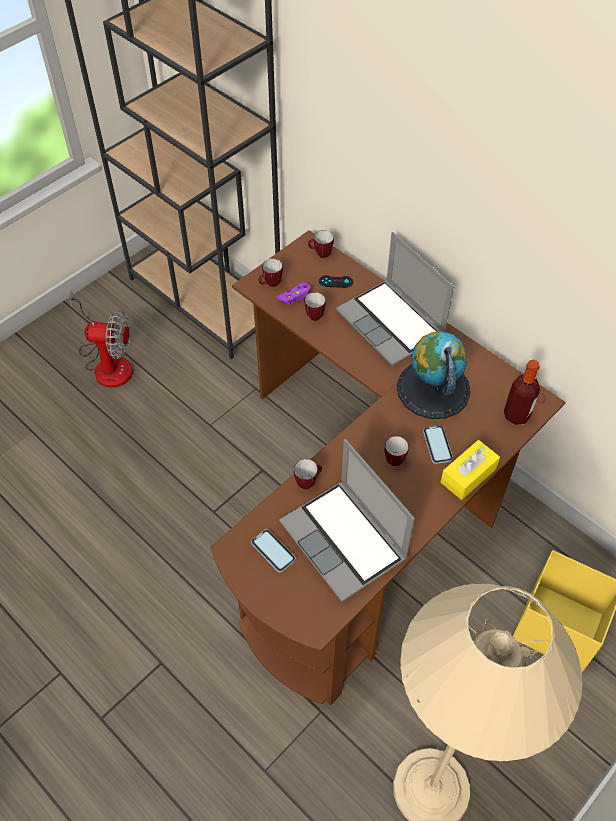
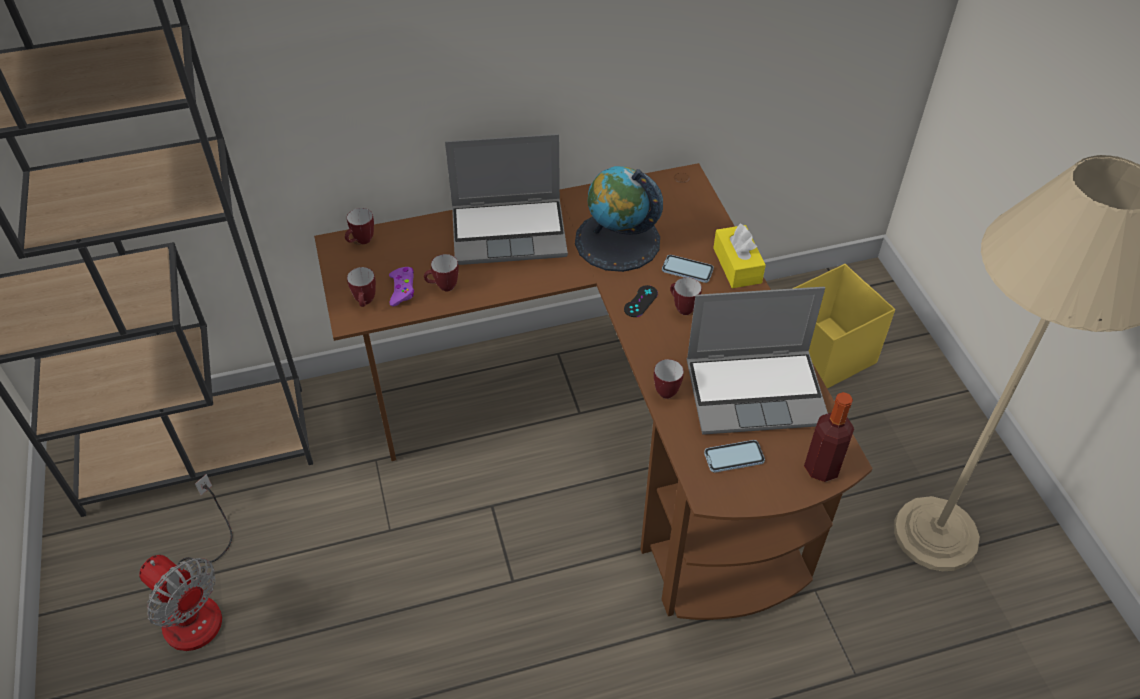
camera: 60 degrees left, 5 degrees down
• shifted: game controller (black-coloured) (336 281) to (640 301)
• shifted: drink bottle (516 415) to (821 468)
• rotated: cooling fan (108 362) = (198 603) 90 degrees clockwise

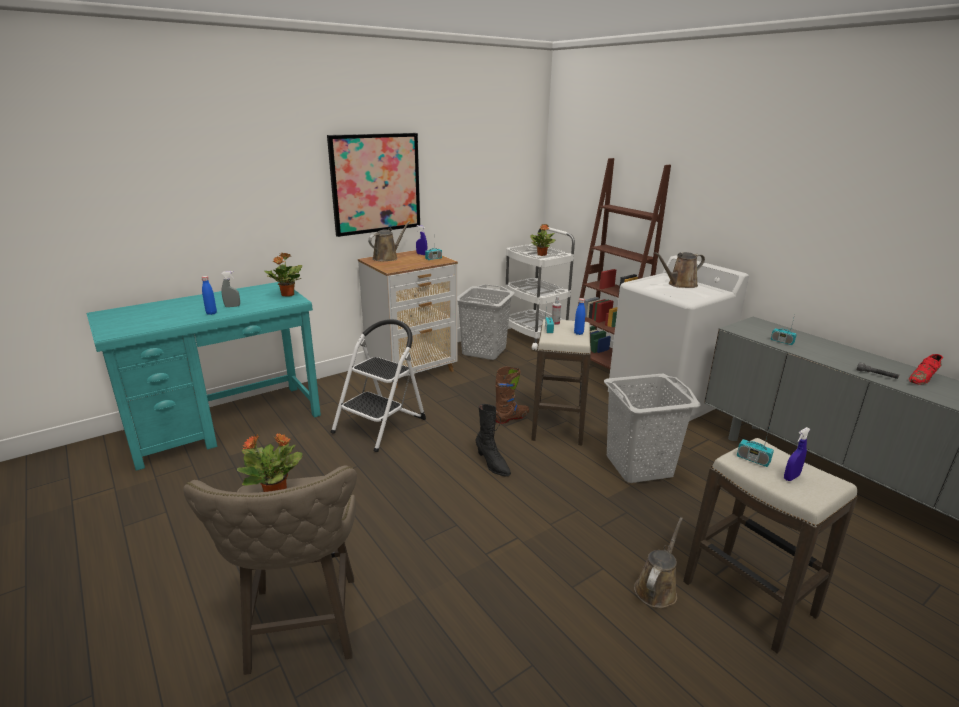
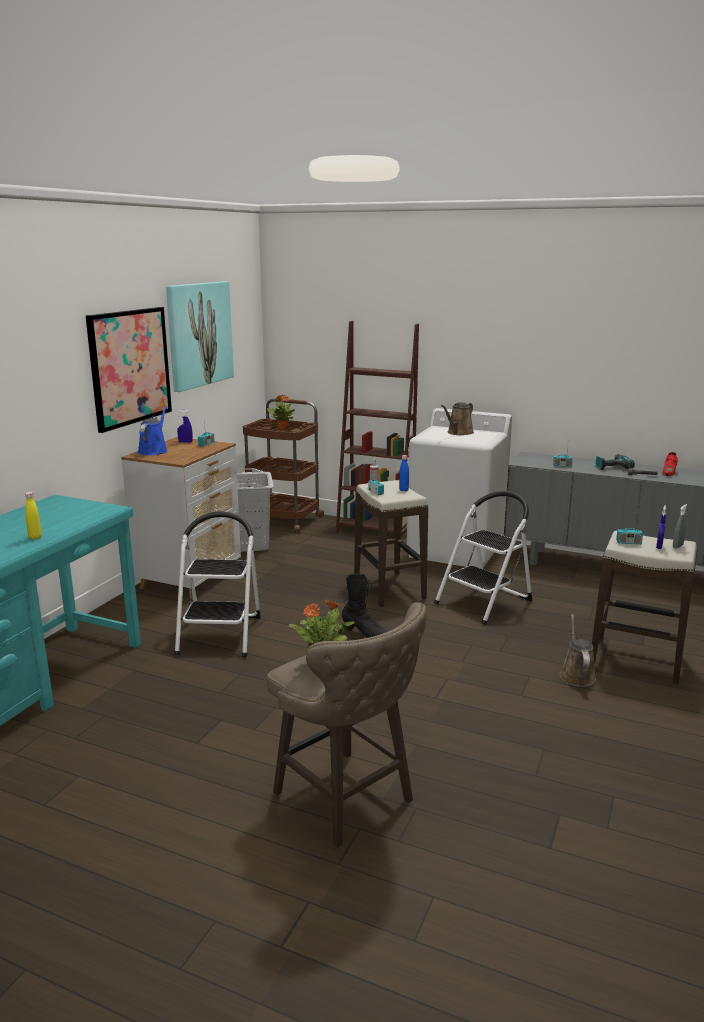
camera: 30 degrees left, 5 degrees down
• gone: potted plant (287 295)
• gone: high-top boot (brown-coloured) (511 418)
• new: picture (199 334)
• new: drill (611 467)
• shifted: spray bottle (grey) (232 306) to (677 546)
• swapped: laundry basket (grey) (639 466) to step ladder (486 601)
• repainted: drink bottle (blue-coloured) (211 313) to drink bottle (yellow-coloured) (35 537)
• repainted: watering pot (brown-coloured) (387 258) to watering pot (blue-coloured) (154 451)
• repainted: cart (white) (534 336) to cart (brown-coloured) (283 520)

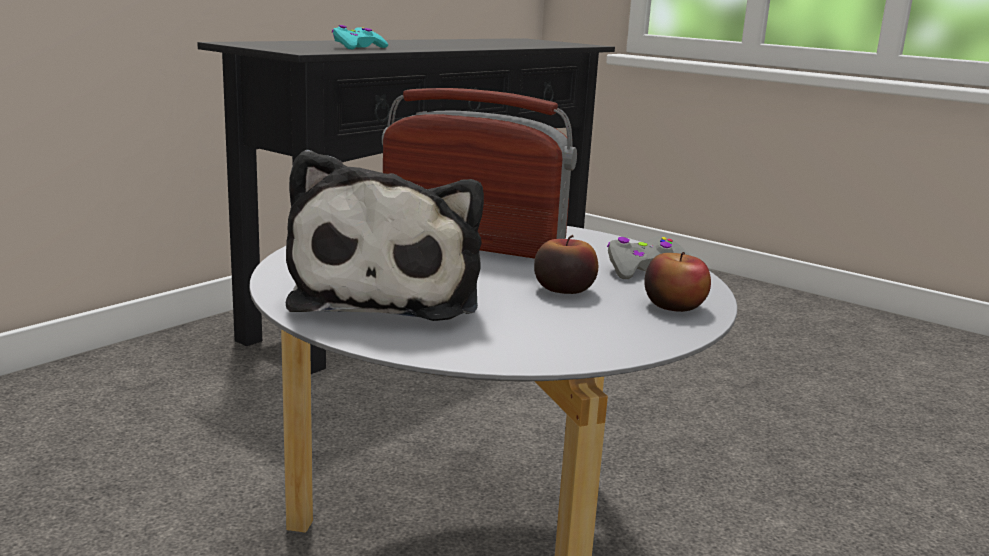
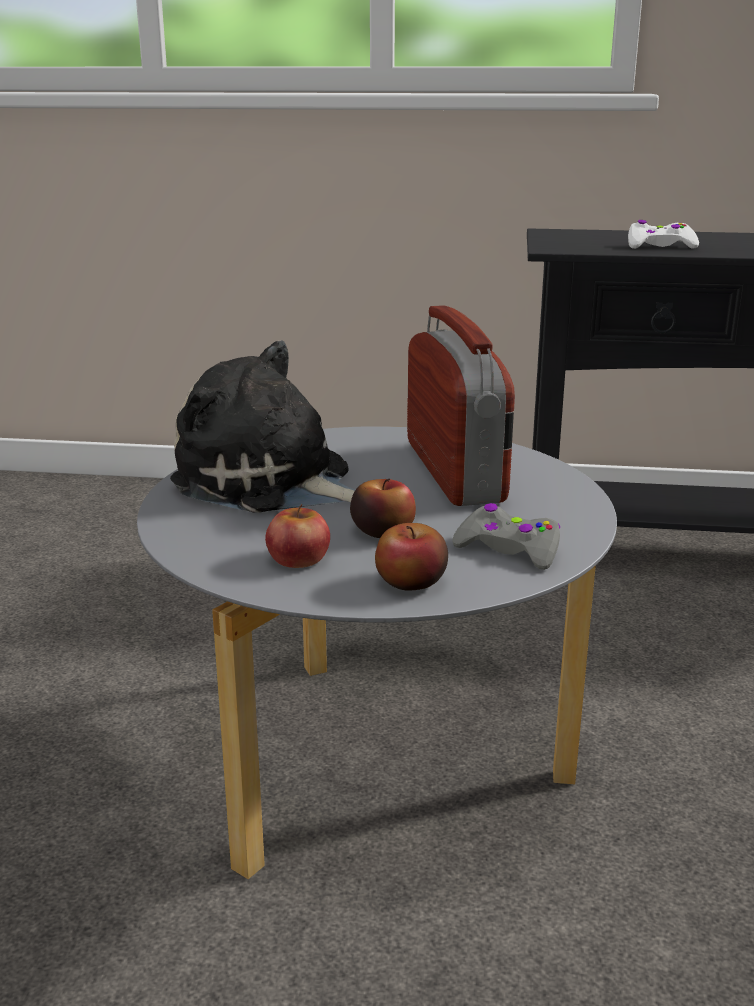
camera: 60 degrees right, 5 degrees up
• new: apple (298 558)
• repainted: game controller (turquoise-coloured) (358 47) to game controller (white) (659 246)
• rotated: plush toy (389 294) = (270 483) 60 degrees clockwise

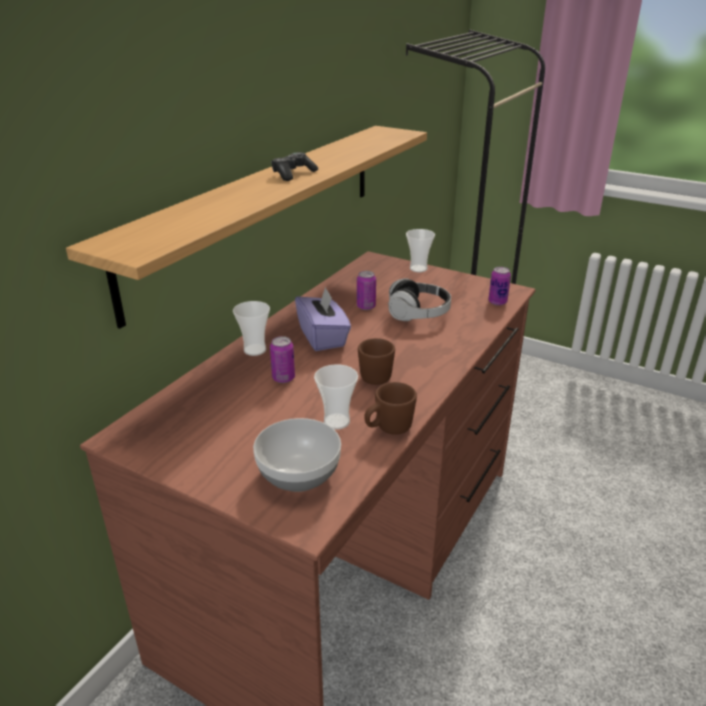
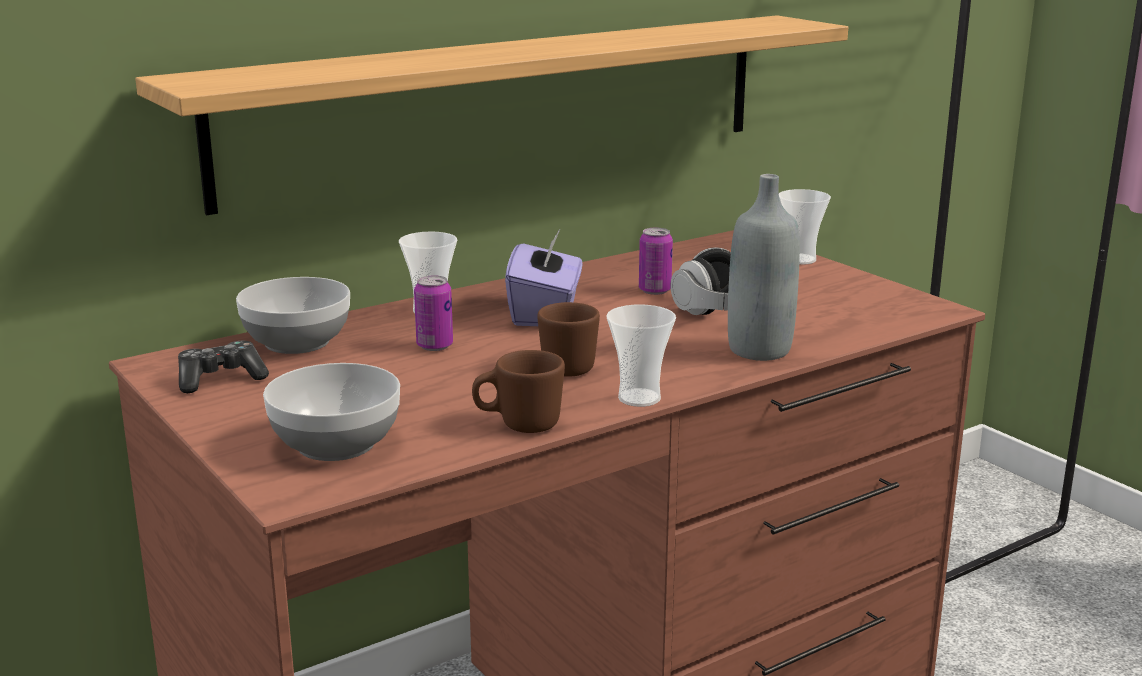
camera: 25 degrees right, 10 degrees down
• gone: can (497 302)
• new: serving bowl (295 342)
• new: drink bottle (grey) (759 350)
• shifted: game controller (293 174) to (220 379)
• shifted: cup (336 421) to (639 398)

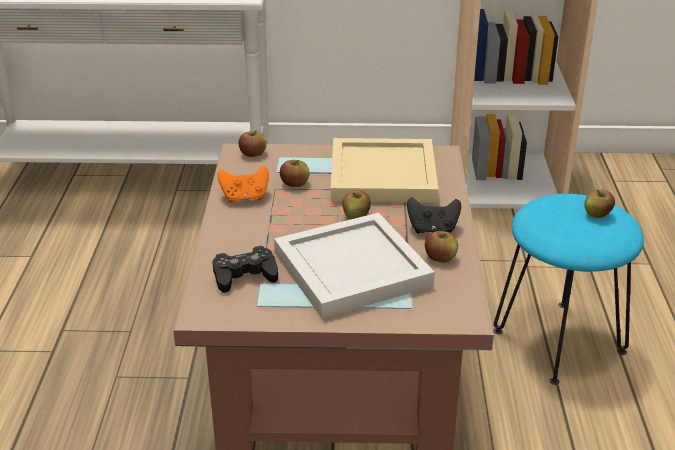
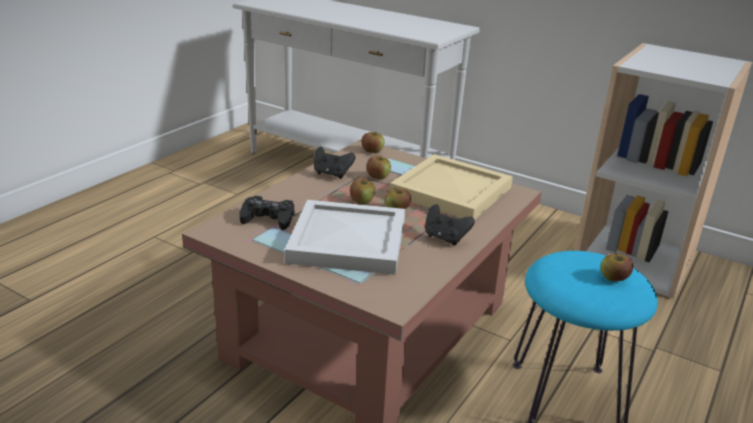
camera: 30 degrees right, 5 degrees down
• shifted: apple (440 257) to (362 201)
• repainted: game controller (orange-coloured) (245 197) to game controller (black-coloured) (332 174)

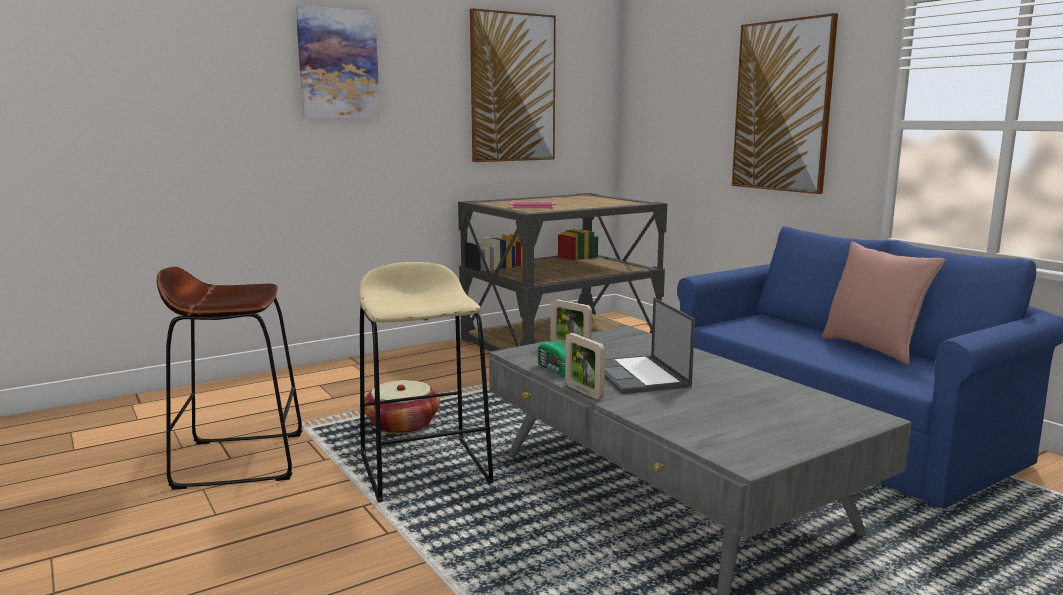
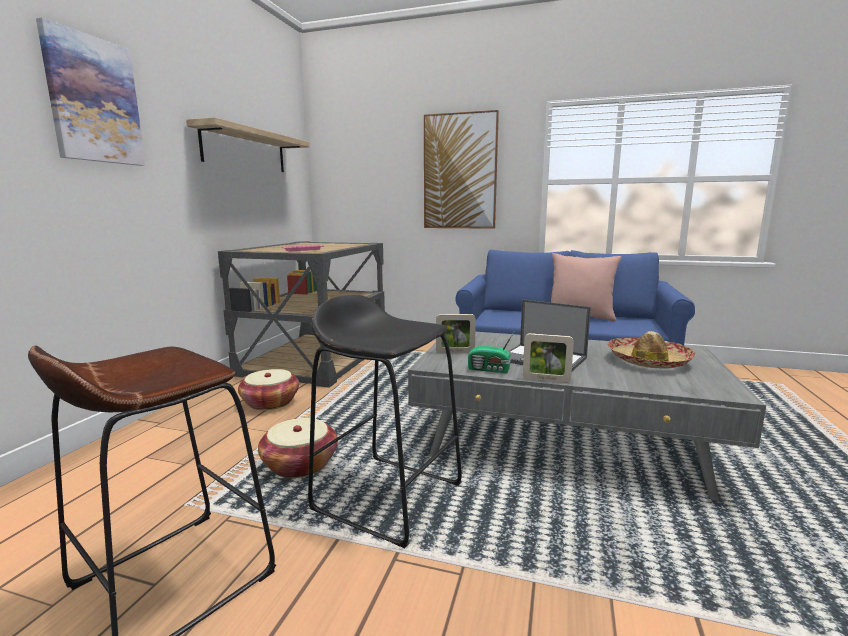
camera: 40 degrees left, 0 degrees up
• new: storage basket (270 403)
• new: hat (648 361)
• swapped: picture (512 88) to wall shelf (245 150)
• repainted: stool seat (beige) (425 469) to stool seat (black-coloured) (388 496)

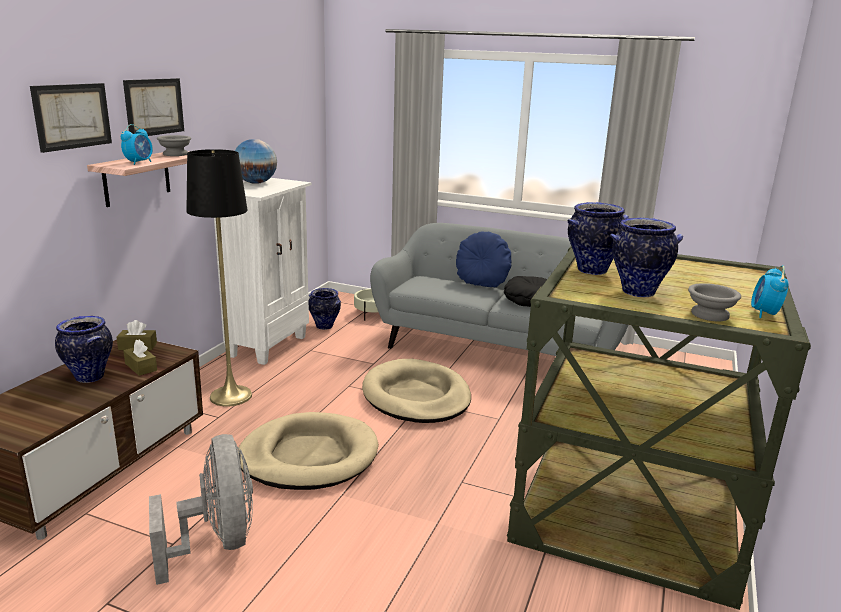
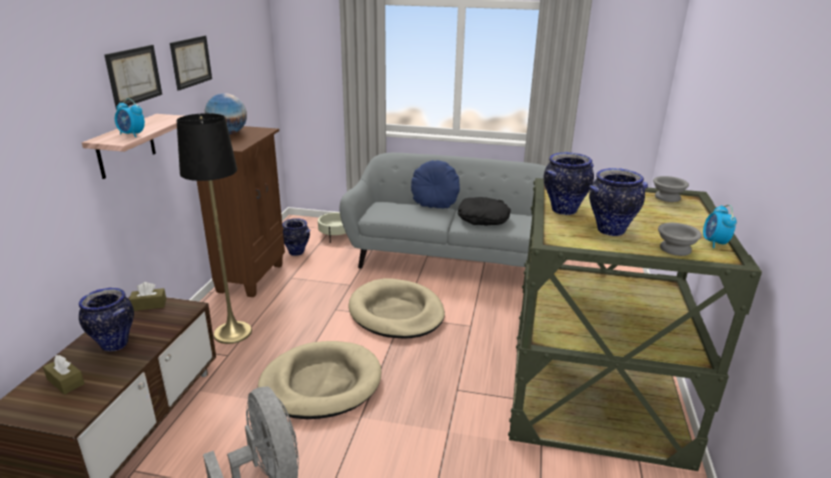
camera: 10 degrees left, 5 degrees up
• shifted: picture (72 116) to (191 62)
• shifted: tissue holder (brown-coloured) (141 367) to (65 381)
• shifted: serving bowl (grey) (175 154) to (668 198)
• repainted: cupboard (white) (269 347) to cupboard (brown-coloured) (252 278)
• rotated: alarm clock (139 162) = (132 135) 105 degrees clockwise

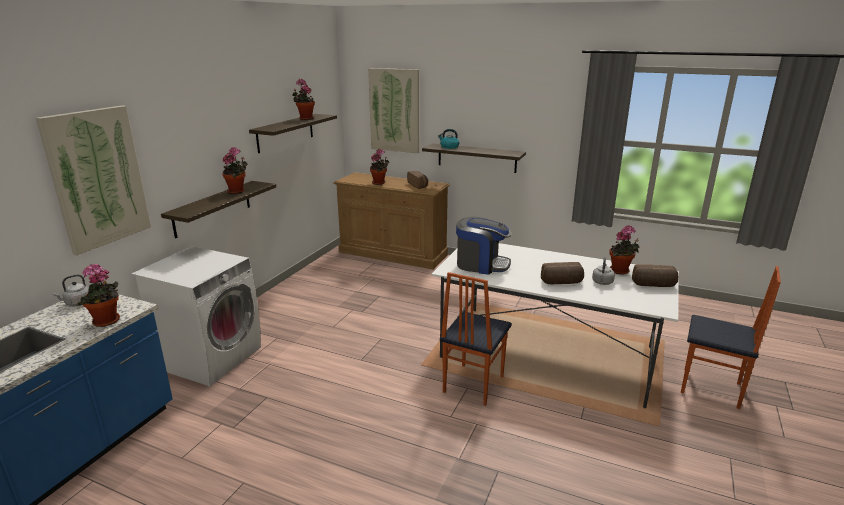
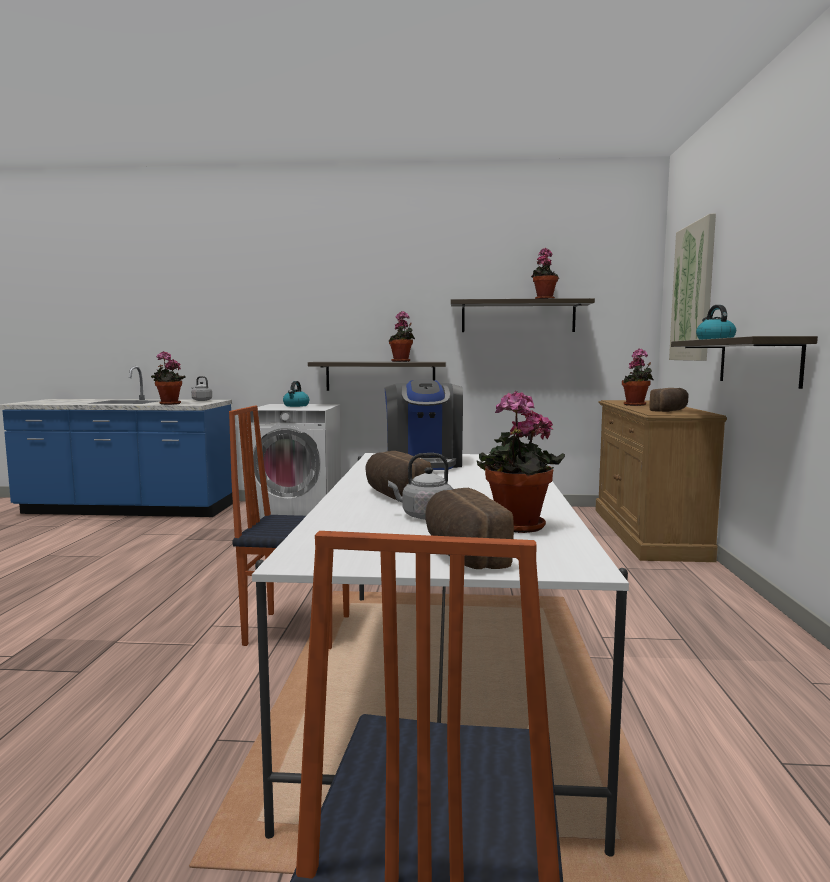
camera: 70 degrees right, 15 degrees down
• gone: picture (98 178)
• new: water kettle (296 406)

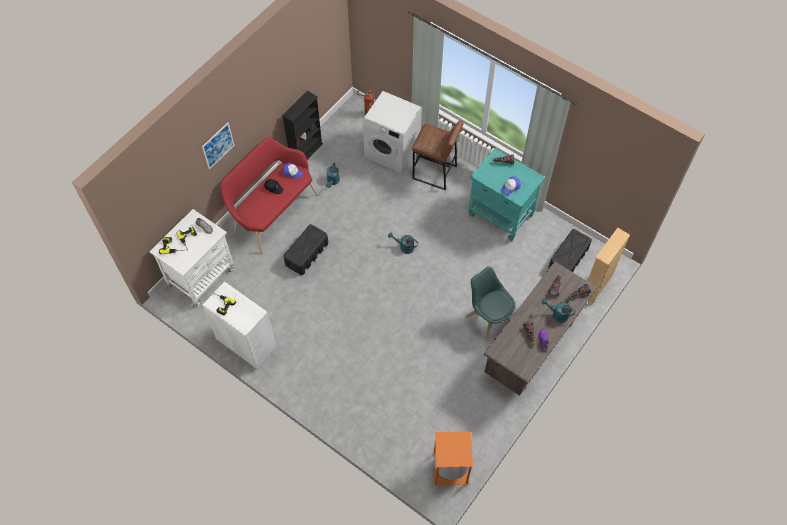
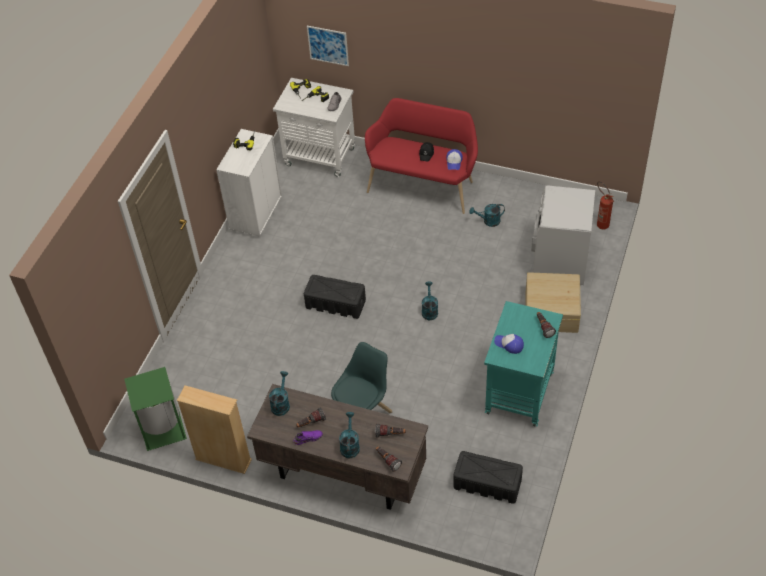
camera: 75 degrees right, 10 degrees down
• gone: shelving unit (black-coloured) (306 152)
• new: watering pot (turquoise-coloured) (281 403)
• shifted: picture (218 145) to (328 45)
• shifted: storage container (black-coloured) (306 254) to (335 303)
• shifted: shelving unit (beige) (596 286) to (223 459)
• swapped: stool seat (brown-coloured) (435 172) to storage container (beige) (550 310)
• repainted: trash can (orange-coloured) (449 467) to trash can (green) (163 428)

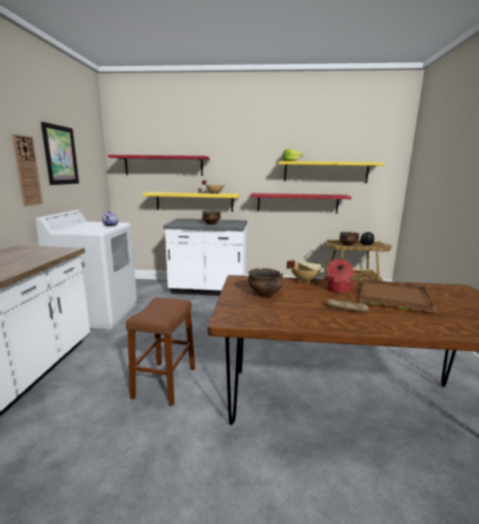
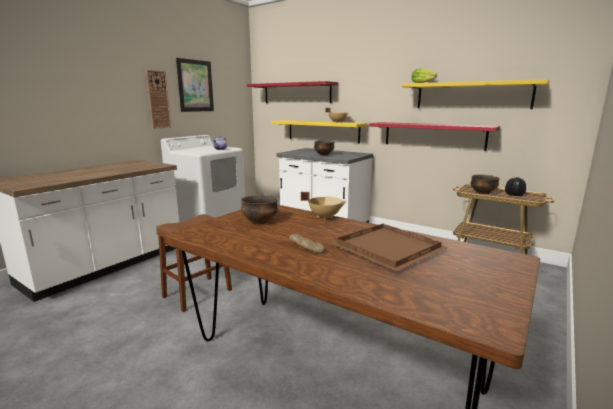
camera: 30 degrees right, 0 degrees up
• gone: stockpot (338 290)

